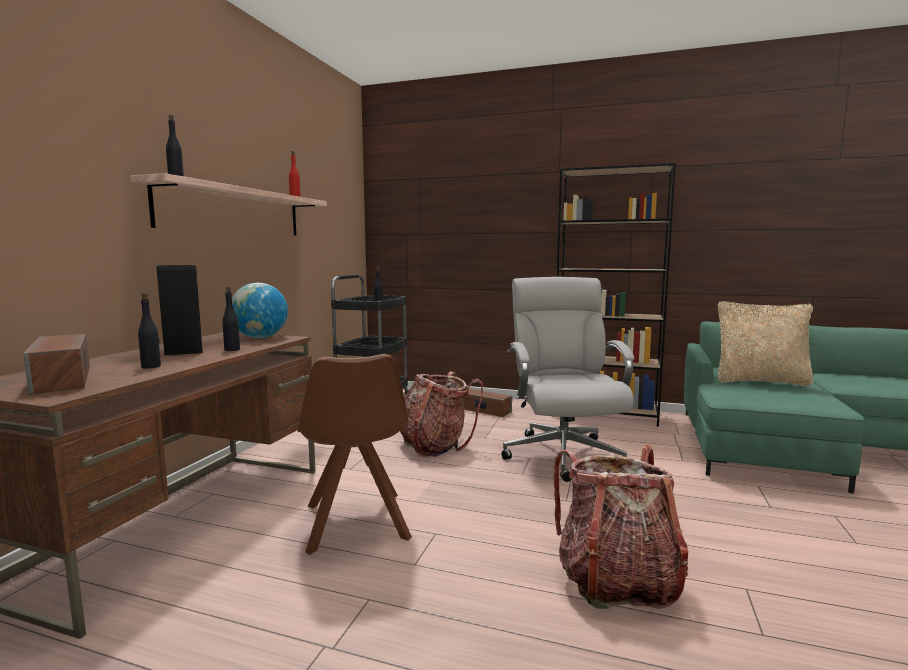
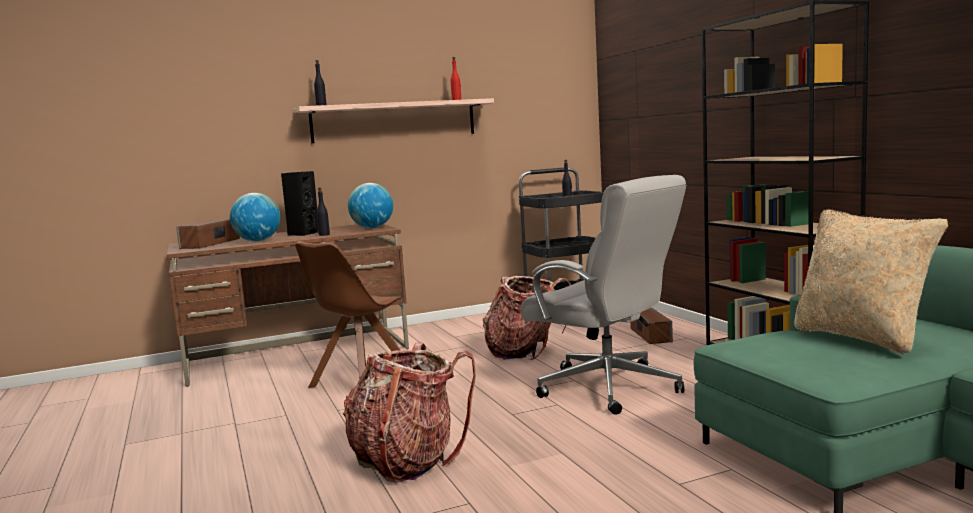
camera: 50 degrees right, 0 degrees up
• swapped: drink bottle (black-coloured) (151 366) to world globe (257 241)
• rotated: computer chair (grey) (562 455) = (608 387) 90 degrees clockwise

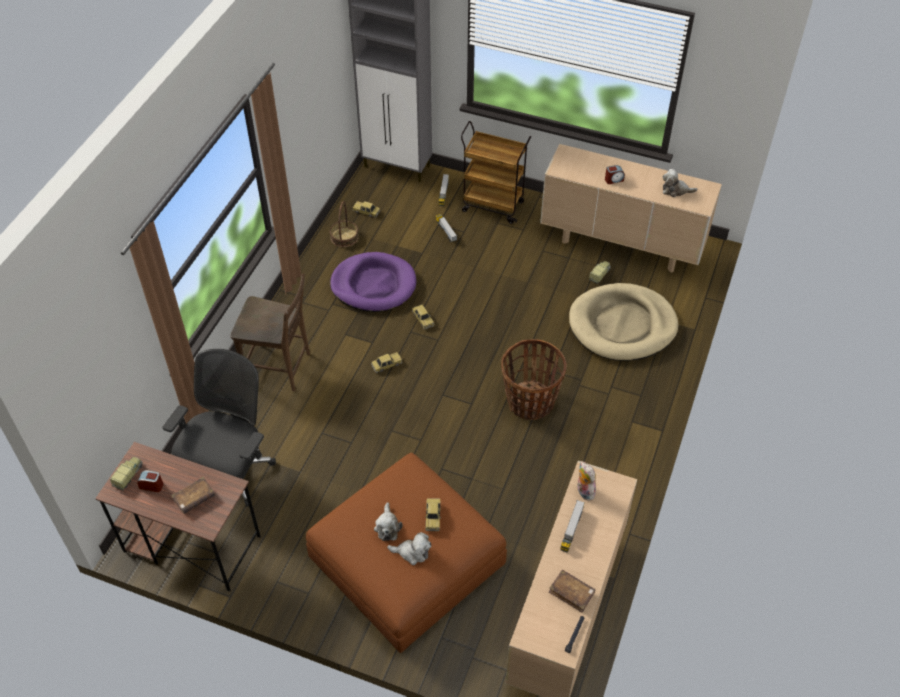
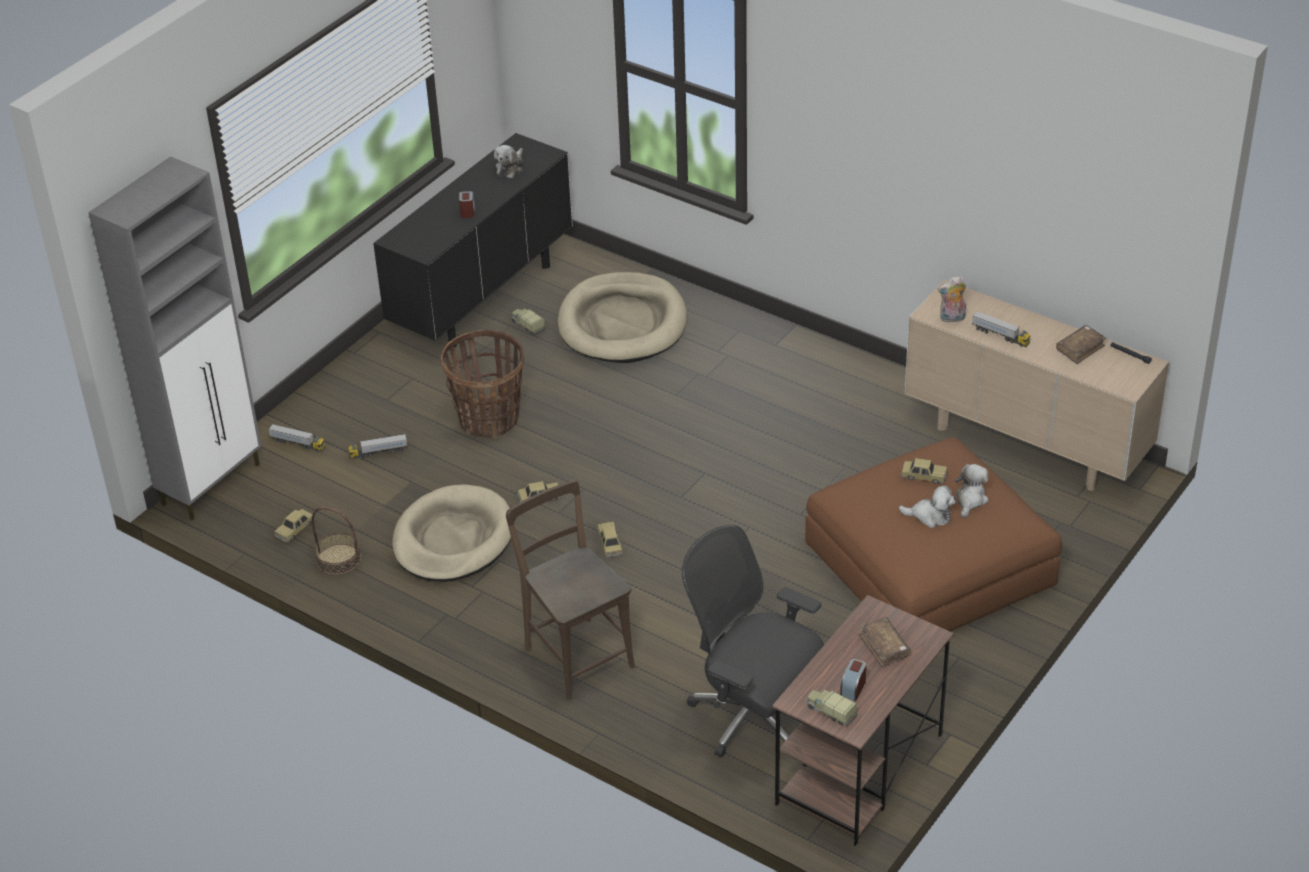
camera: 75 degrees left, 10 degrees down
• gone: cart (brown-coloured) (493 206)
• shifted: storage basket (530 402) to (489 418)
• repainted: dog cushion (purple) (373 285) to dog cushion (beige) (453 539)
• repainted: drawer chest (beige) (622 244) to drawer chest (black-coloured) (482 296)
• rotated: plain chair (brown-coloured) (280 368) = (576 654) 60 degrees counterclockwise

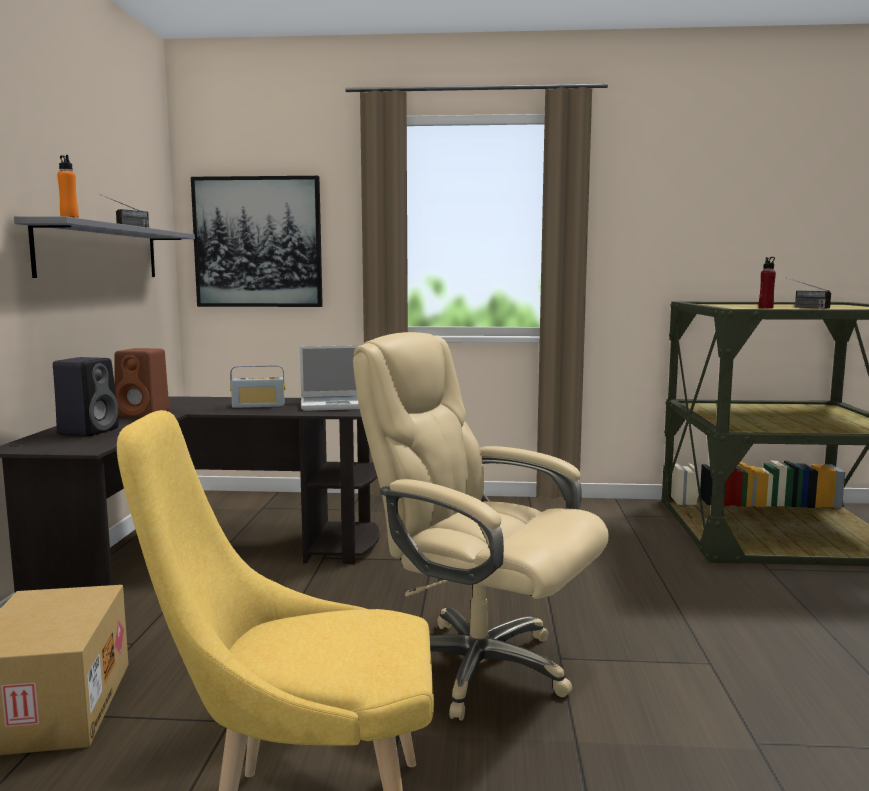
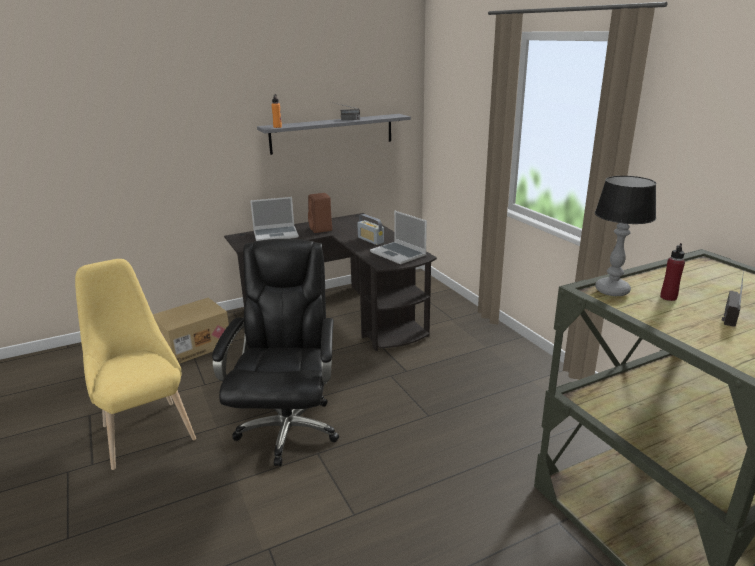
camera: 60 degrees right, 15 degrees up
• gone: picture (258 242)
• new: tabletop lamp (611 290)
• swapped: speaker (black-coloured) (89 431) to laptop (276 234)
• repainted: computer chair (beige) (482 668) to computer chair (black-coloured) (288 431)

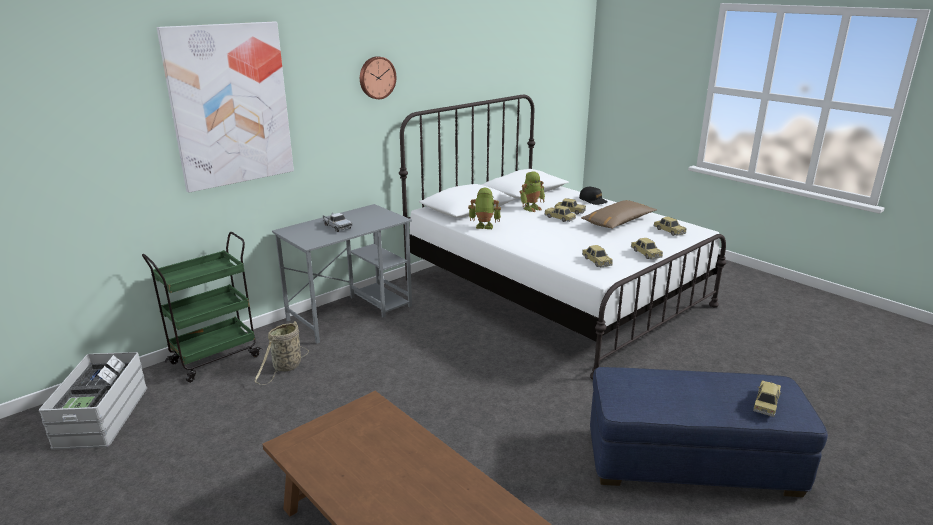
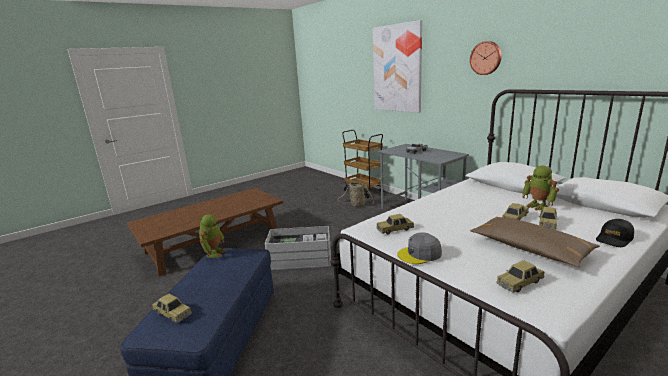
camera: 95 degrees right, 5 degrees down
• shifted: storage container (grey) (101 415) to (300 259)
• shifted: toy robot (484 227) to (214 253)
• swapped: toy car (646 253) to cap (grey) (420 254)
• repainted: cart (green) (216 359) to cart (brown-coloured) (364 191)

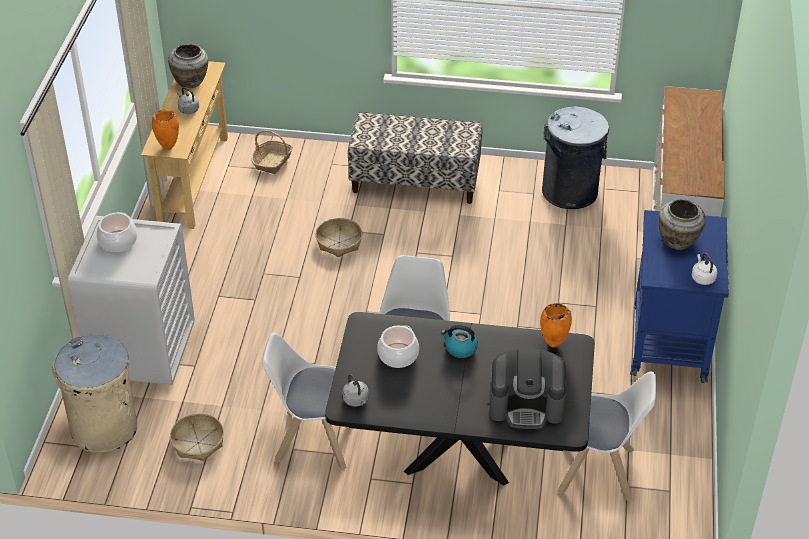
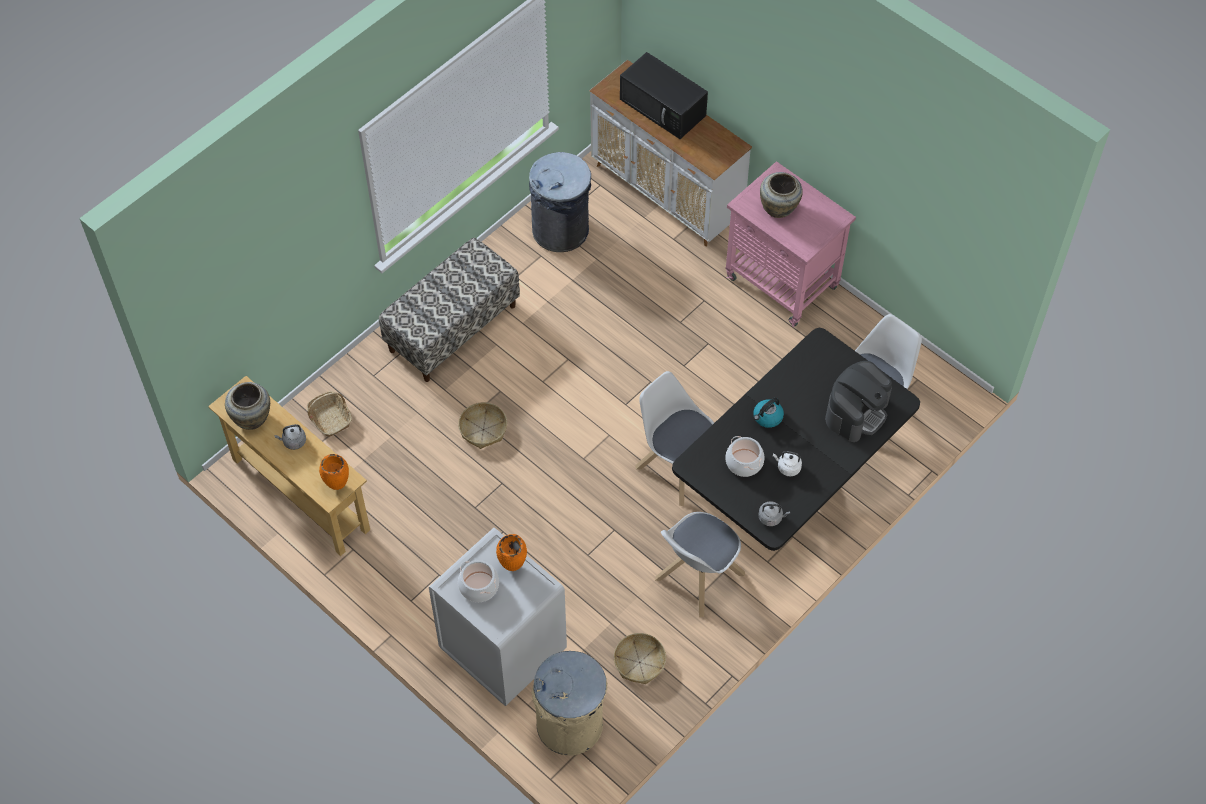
camera: 55 degrees left, 15 degrees up
• new: kitchen microwave (black-coloured) (664 107)
• shifted: vase (orange-coloured) (553 345) to (513 567)
• shifted: water kettle (white) (702 278) to (787 467)
• repainted: cart (blue-coloured) (668 346) to cart (pink-coloured) (782 284)

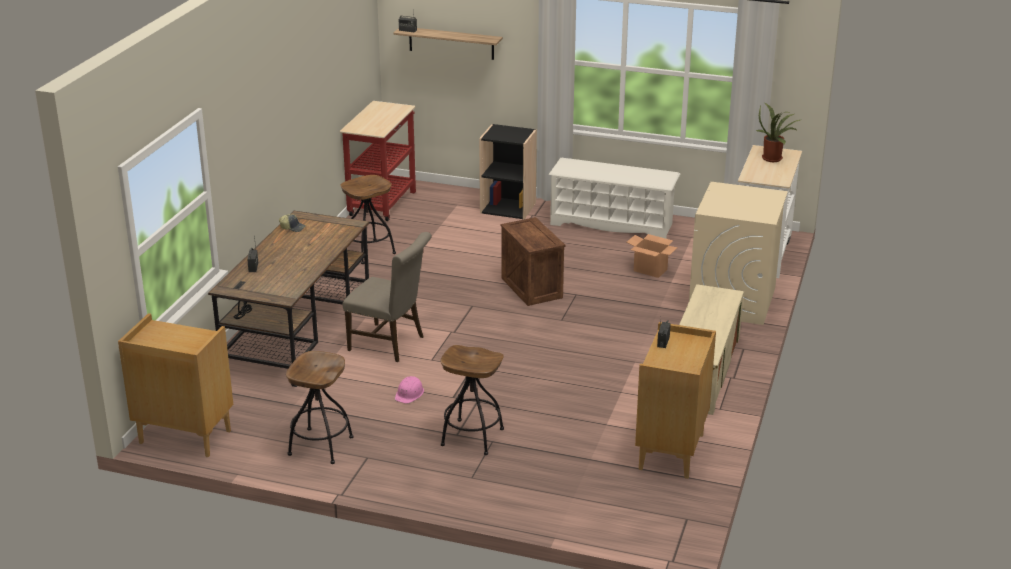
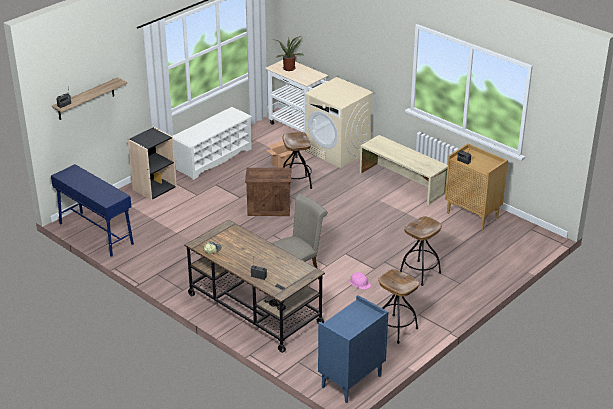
camera: 65 degrees left, 5 degrees up
• shifted: stool seat (brown-coloured) (369 251) to (296 182)
• swapped: cart (reddish) (382 203) to console table (blue-coloured) (96 233)
• repainted: cupboard (brown-coloured) (184 436) to cupboard (blue-coloured) (351 381)

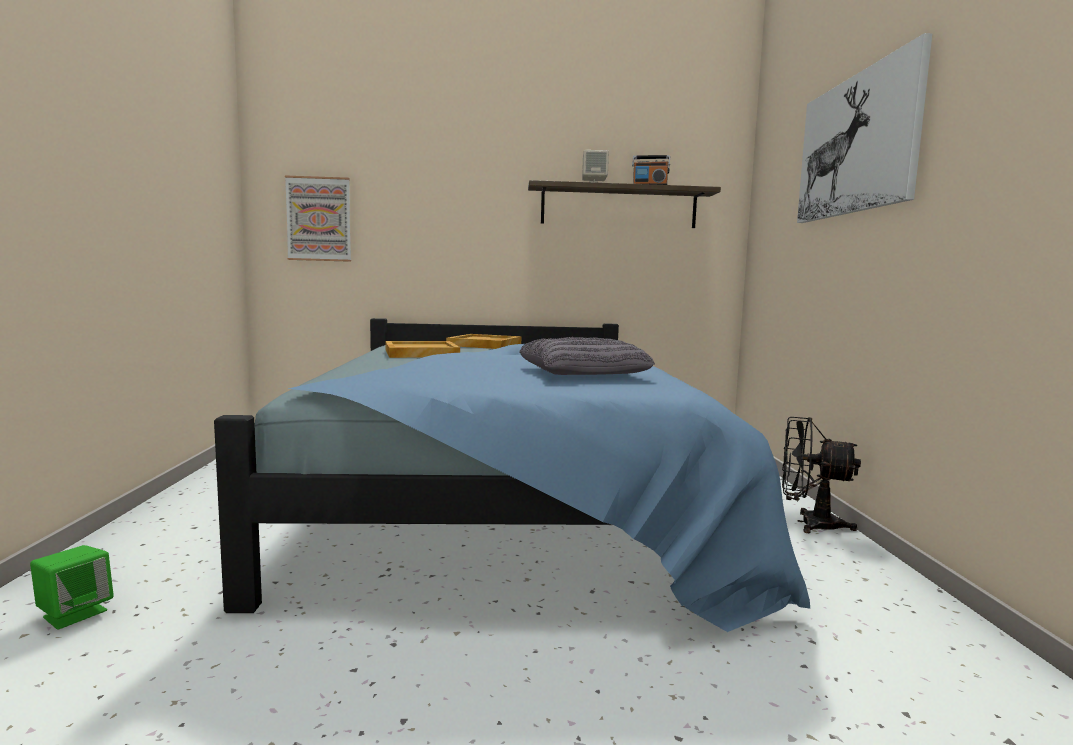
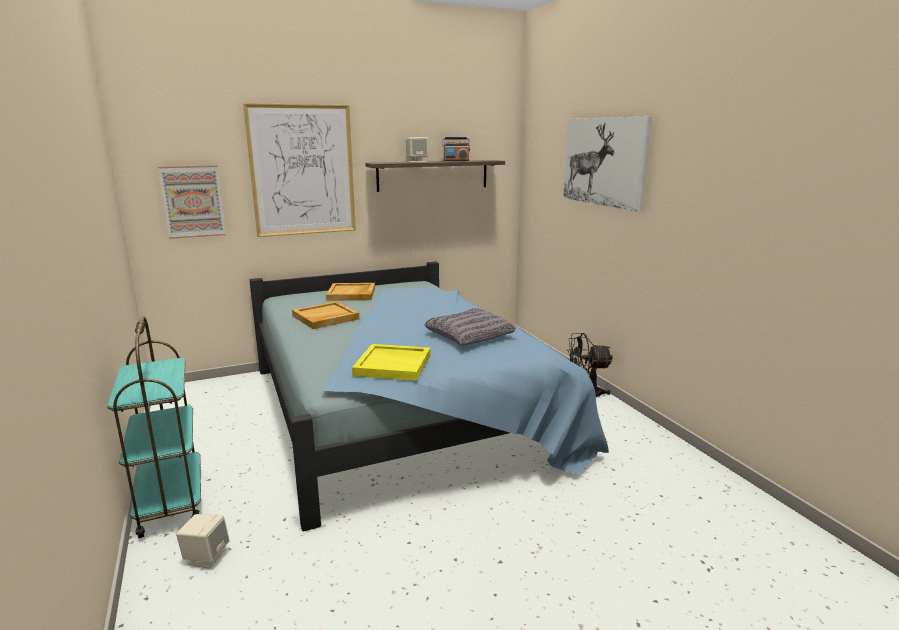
camera: 20 degrees left, 10 degrees up
• new: cart (turquoise-coloured) (170 501)
• new: picture (302 170)
• new: tray (yellow-coloured) (393 365)
• repainted: speaker (green) (75 613) to speaker (beige) (206 556)

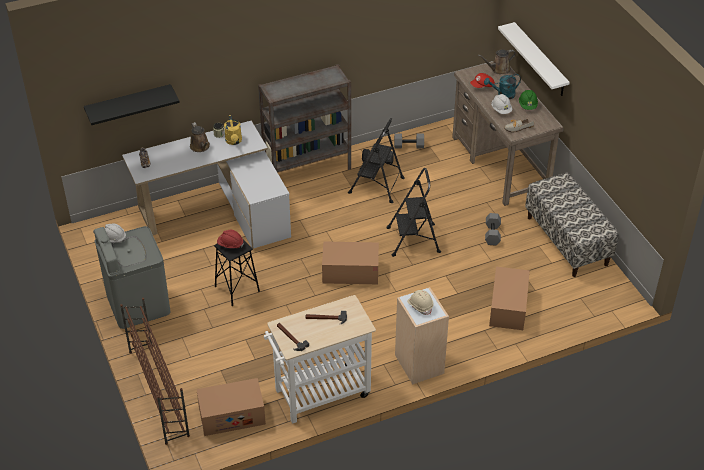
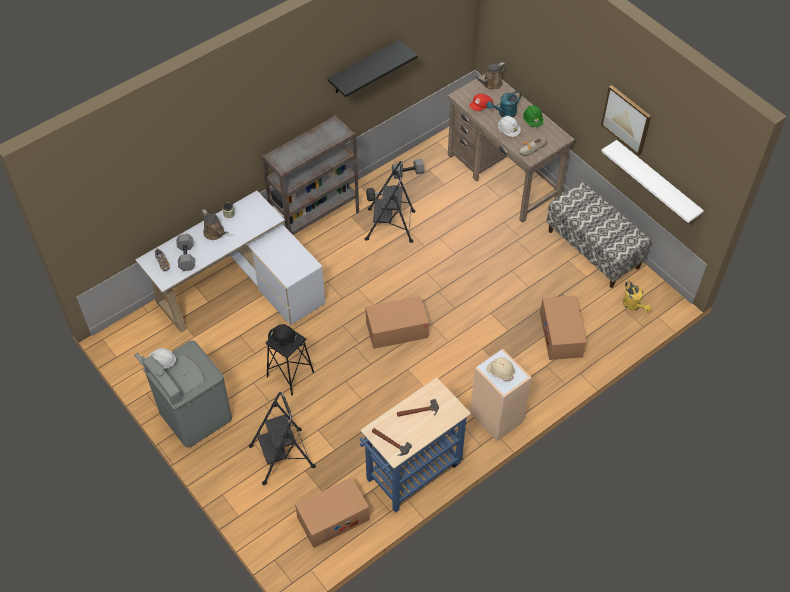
camera: 15 degrees left, 10 degrees up
• gone: shoe shelf (brown-coloured) (158 392)
• new: picture (626 119)
• shifted: wall shelf (black-coloured) (129 104) to (364 67)
• shifted: watering pot (yellow-coloured) (234 141) to (633 306)
• shifted: step ladder (black-coloured) (415 239) to (284 455)
• shifted: free weight (grey) (493 234) to (187 257)
• shifted: wall shelf (white) (540 60) to (657 182)
• repainted: hard hat (reddish) (230 244) to hard hat (black-coloured) (282 339)
• repainted: cart (white) (321 393) to cart (blue-coloured) (412 473)

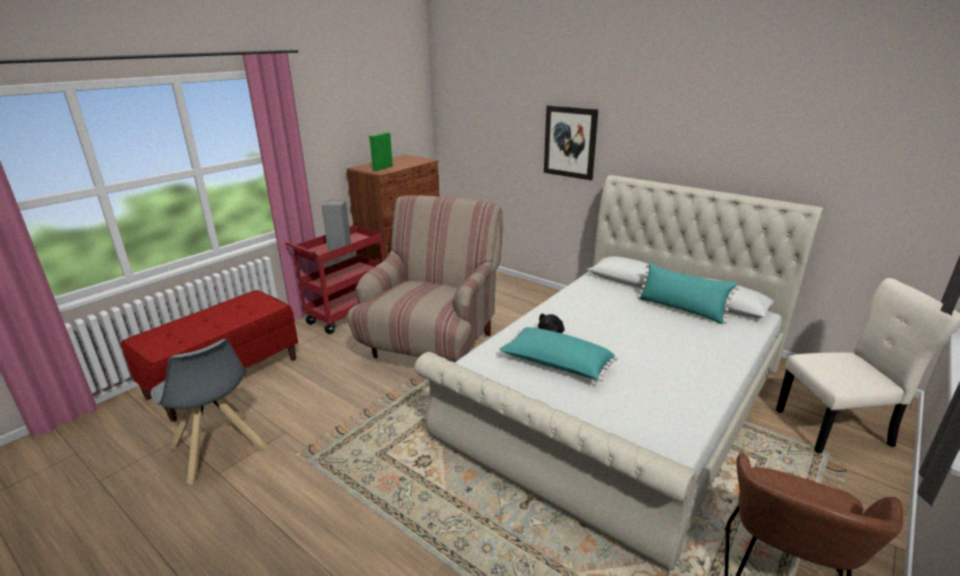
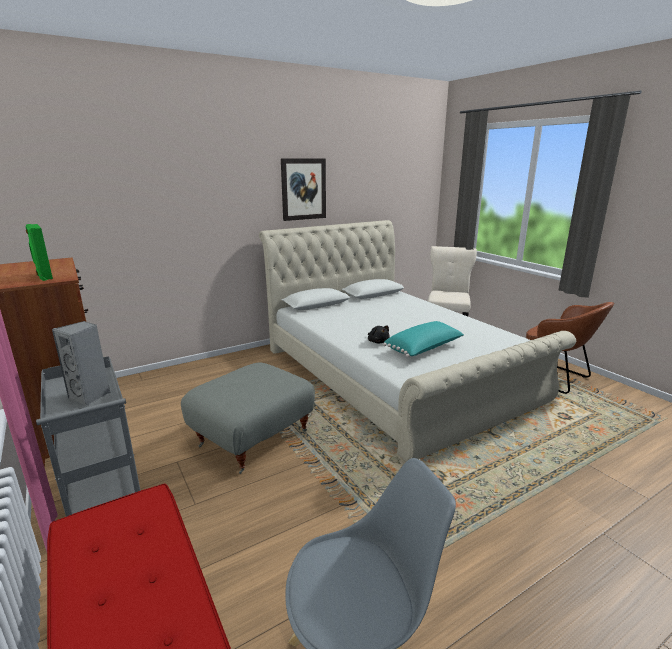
camera: 70 degrees left, 5 degrees down
• gone: throw pillow (turquoise-coloured) (681 309)
• shifted: picture (570 142) to (303 189)
• swapped: lounge chair (beige) (433 346) to pouffe (grey) (253 438)
• repainted: cart (reddish) (346 316) to cart (grey) (104 497)

